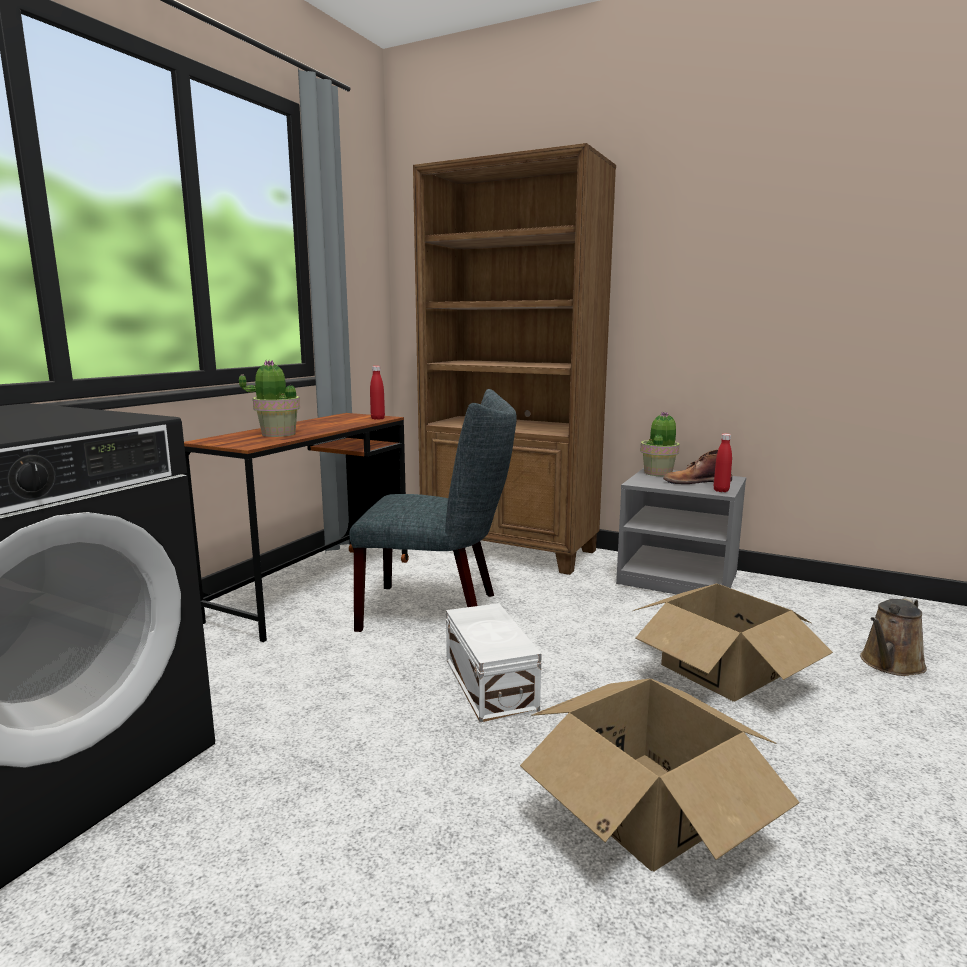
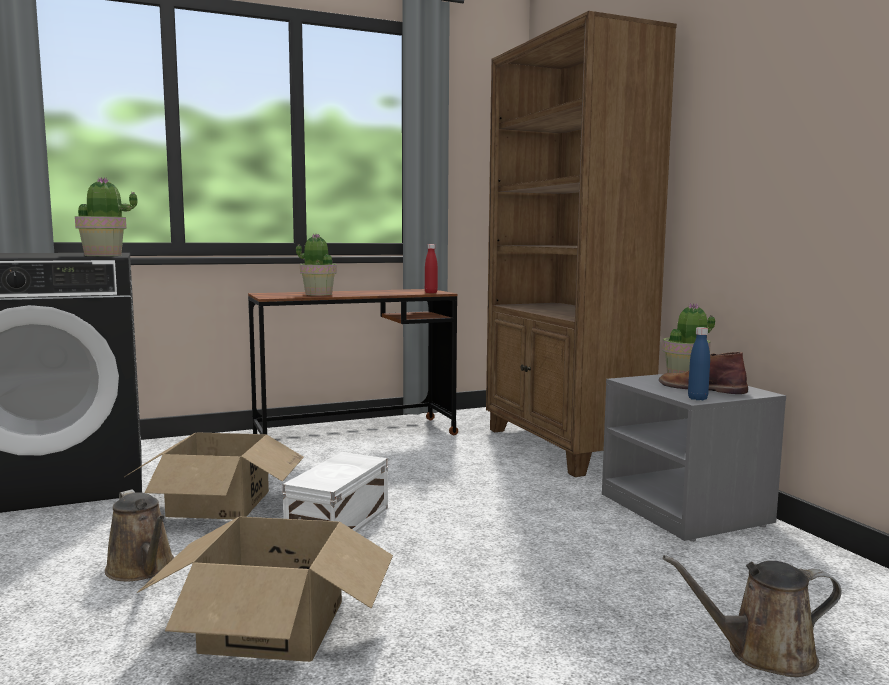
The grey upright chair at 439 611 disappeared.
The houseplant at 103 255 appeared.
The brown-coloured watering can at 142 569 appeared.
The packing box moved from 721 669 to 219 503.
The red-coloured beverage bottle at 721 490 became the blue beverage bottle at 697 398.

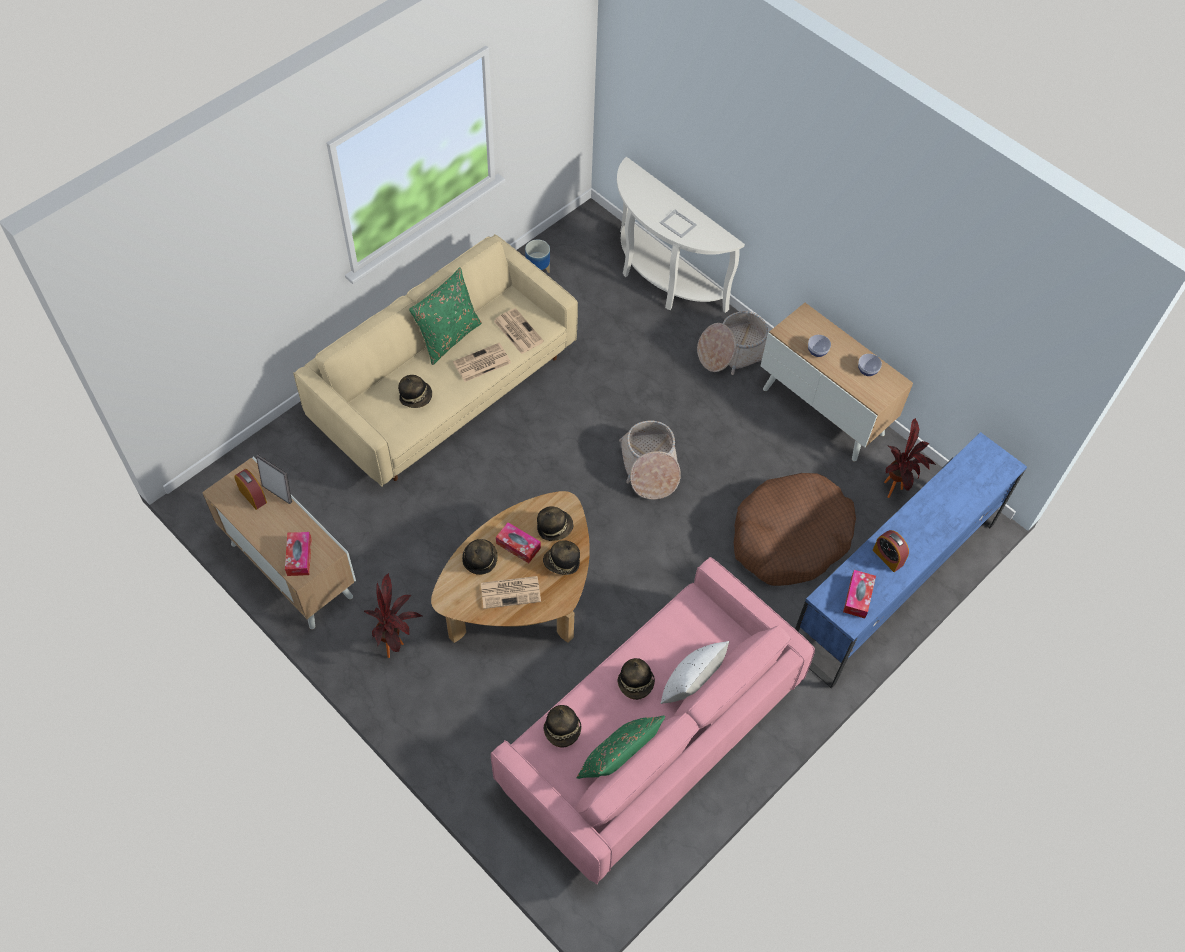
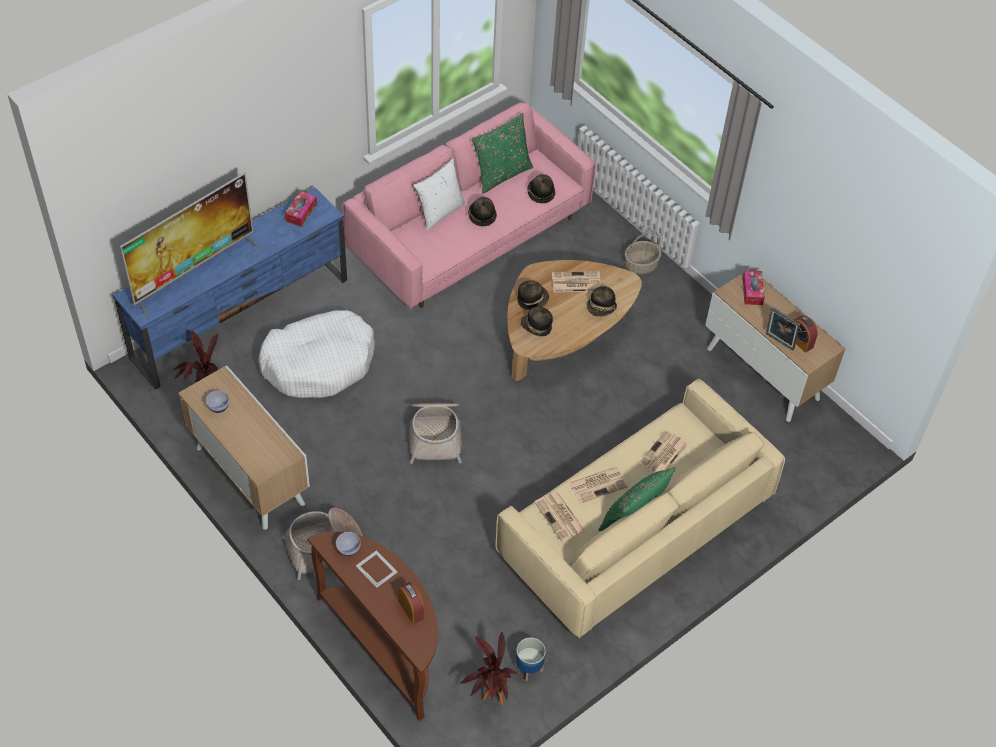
The box of tissues at 518 546 disappeared.
The television at 194 272 appeared.
The storage basket at 641 265 appeared.
The houseplant moved from 397 644 to 488 699.
The bowl moved from 817 351 to 348 549.
The bedside clock moved from 887 557 to 411 609.
The wearable hat at 416 397 was replaced by the newspaper at 662 455.
The whitish narrow table at 661 279 became the brown-coloured narrow table at 386 645.
The brown-coloured pet bed at 790 537 became the whitish pet bed at 319 363.

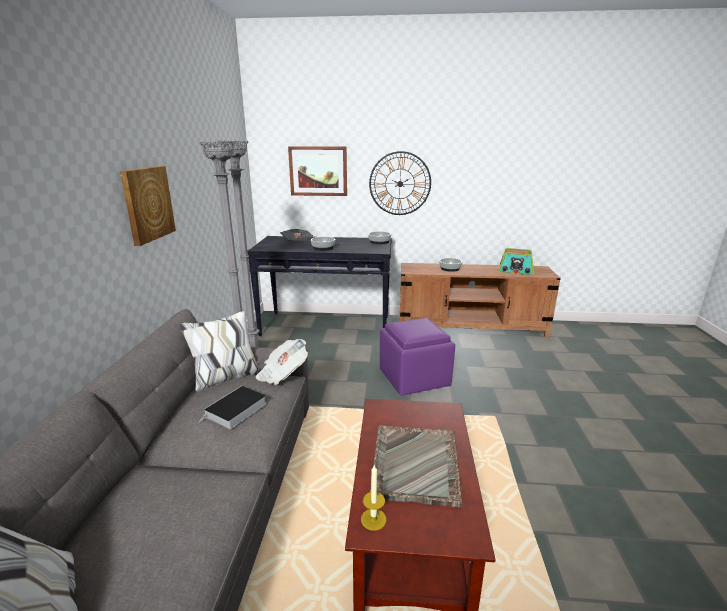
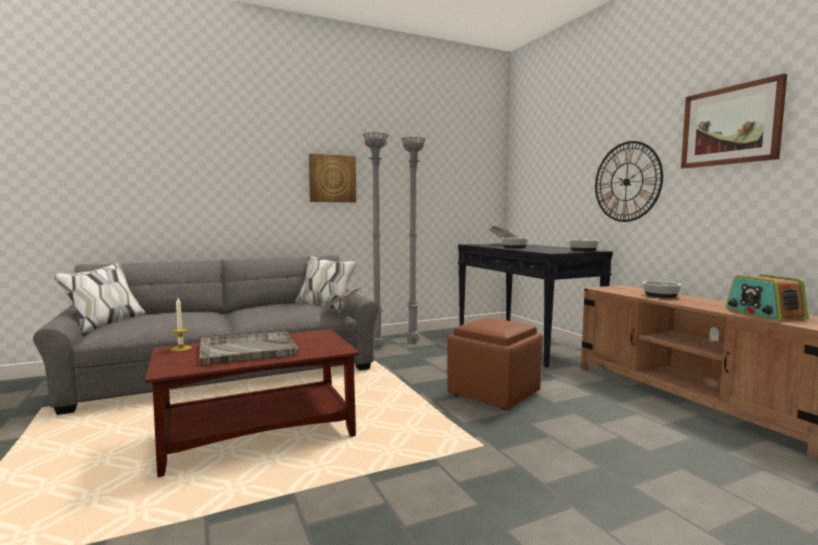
The bound book at 235 411 disappeared.
The wall art moved from 318 171 to 730 126.
The purple footrest at 414 378 became the brown-coloured footrest at 495 393.

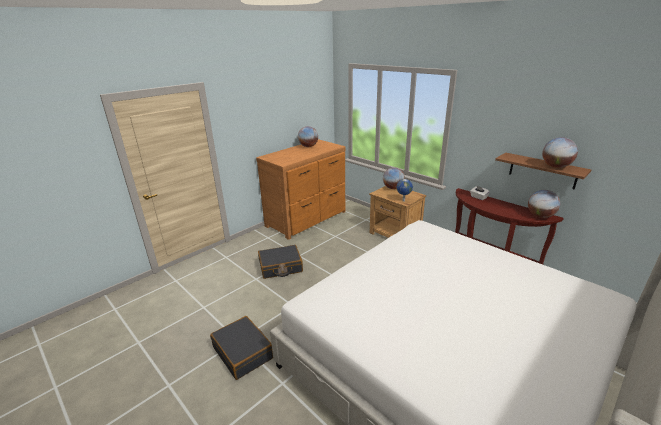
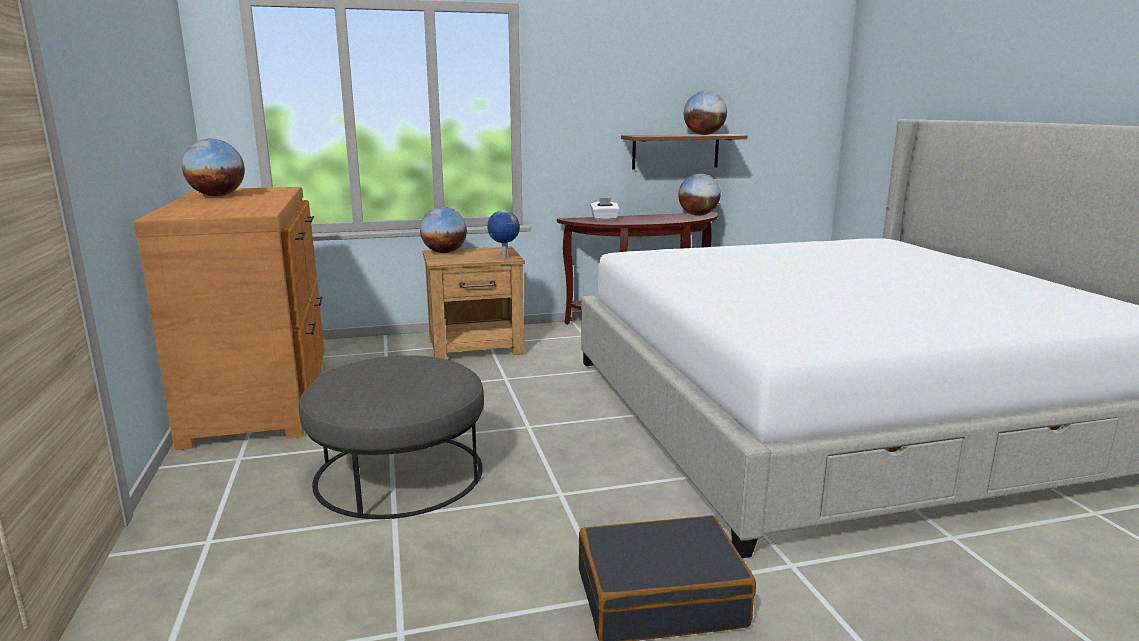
The black suitcase at 280 267 was replaced by the grey footrest at 399 473.

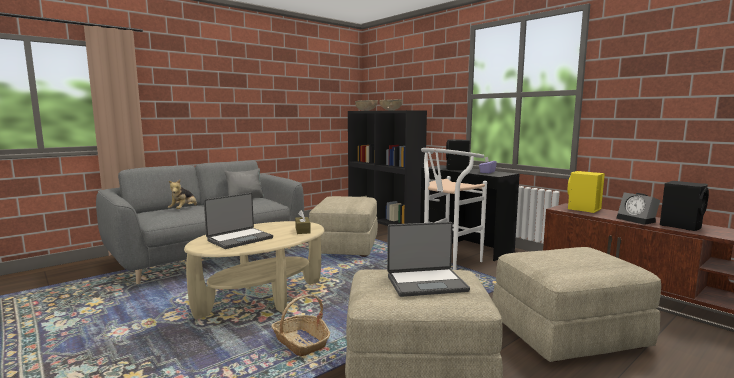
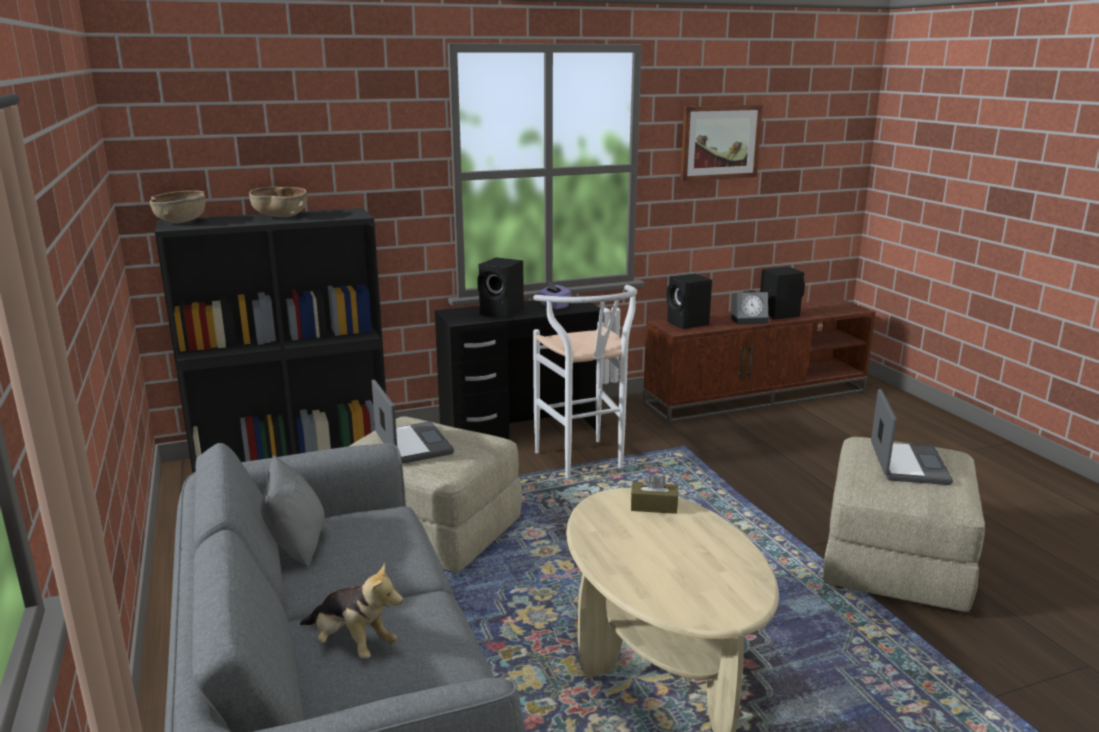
The storage basket at 301 342 disappeared.
The beige-coloured footrest at 568 332 disappeared.
The wall art at 720 142 appeared.
The laptop moved from 239 239 to 412 444.
The yellow-coloured loudspeaker at 583 209 became the black loudspeaker at 688 324.

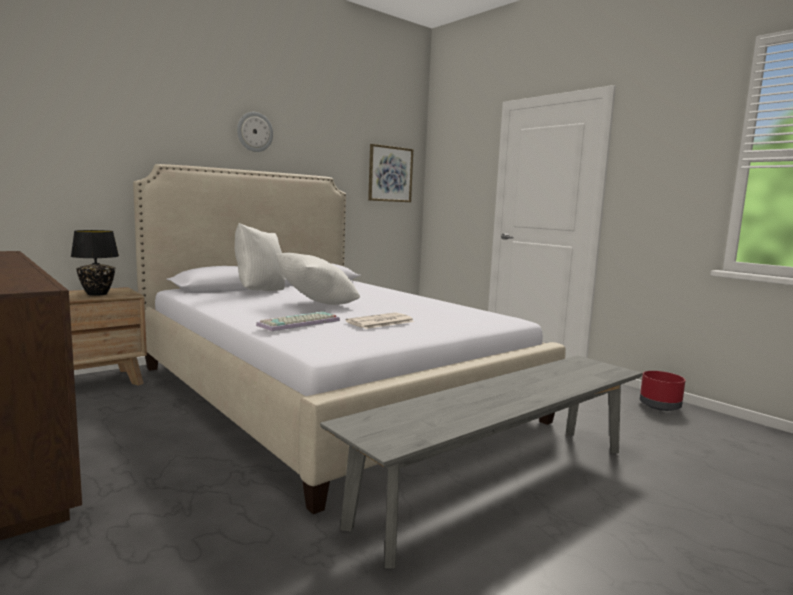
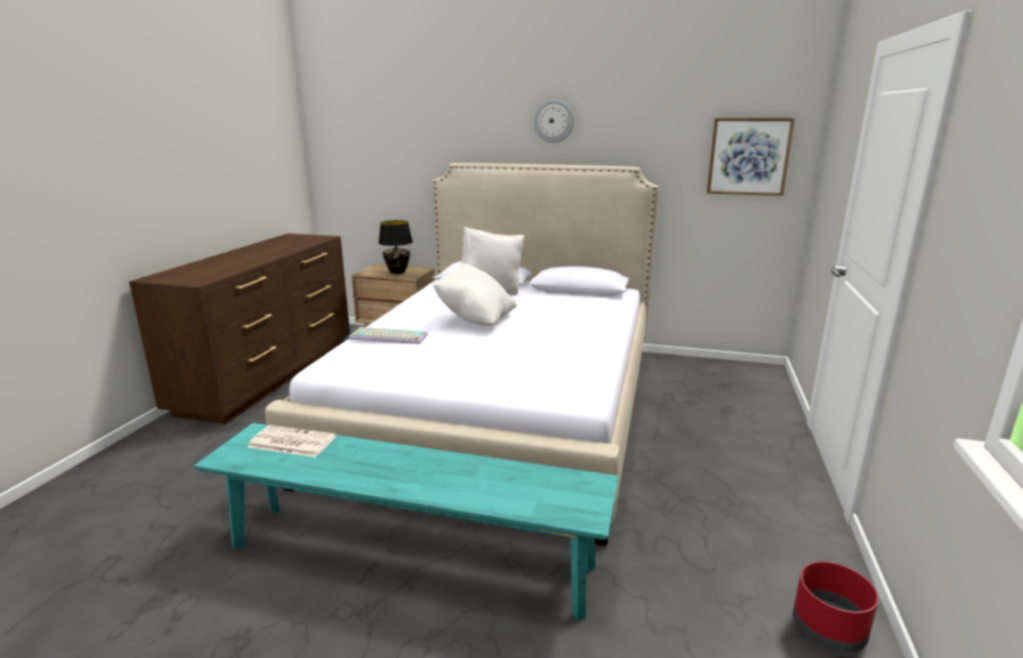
The newspaper moved from 380 322 to 291 442.
The grey indoor bench at 501 484 became the blue-green indoor bench at 409 556.

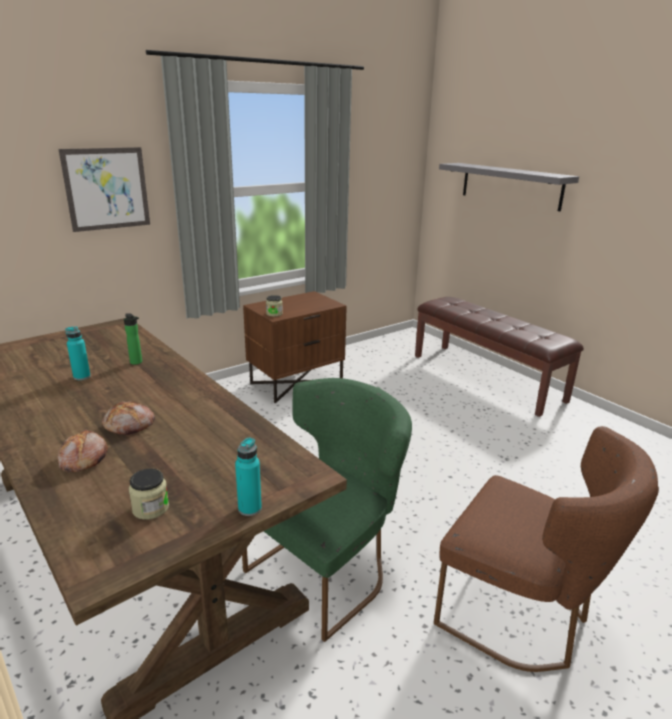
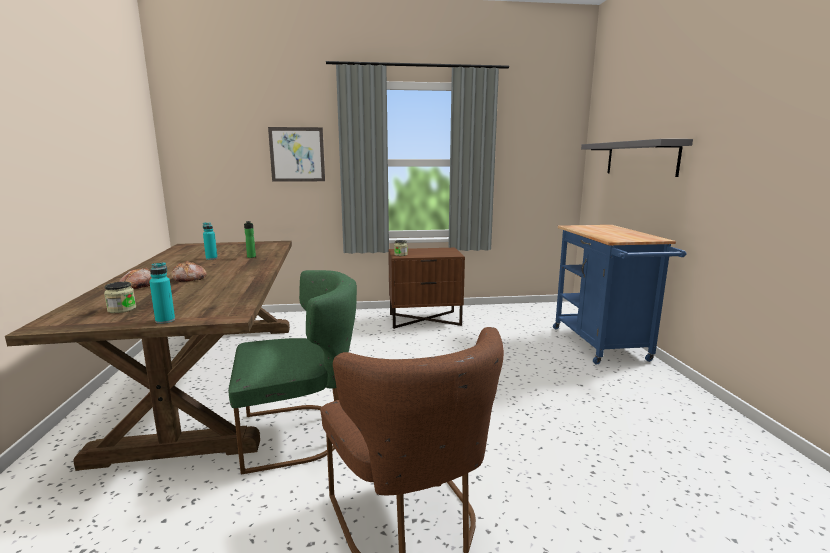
The brown-coloured indoor bench at 487 377 was replaced by the blue cart at 603 346.

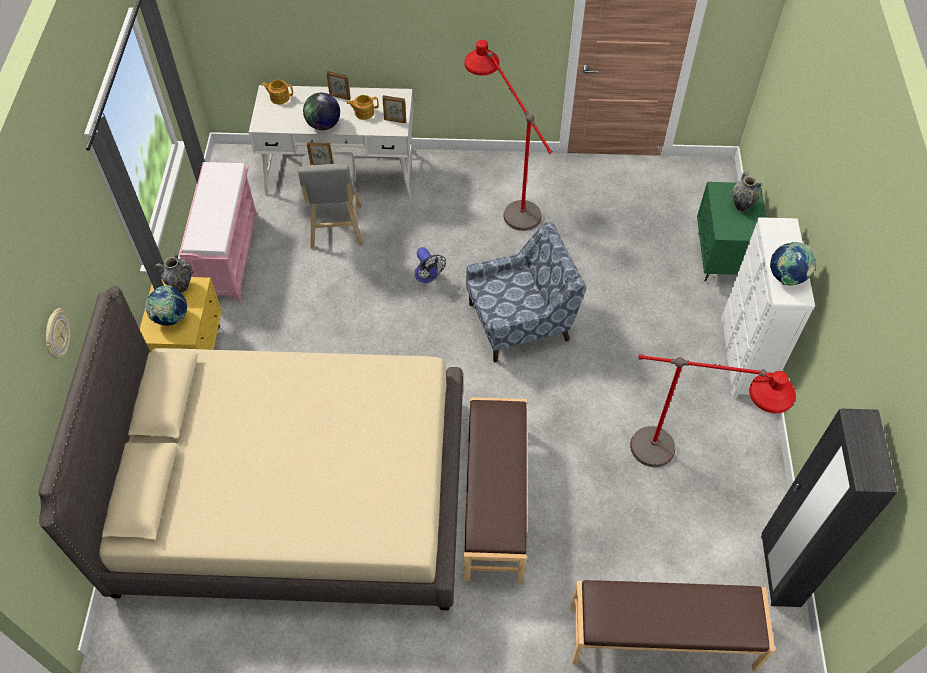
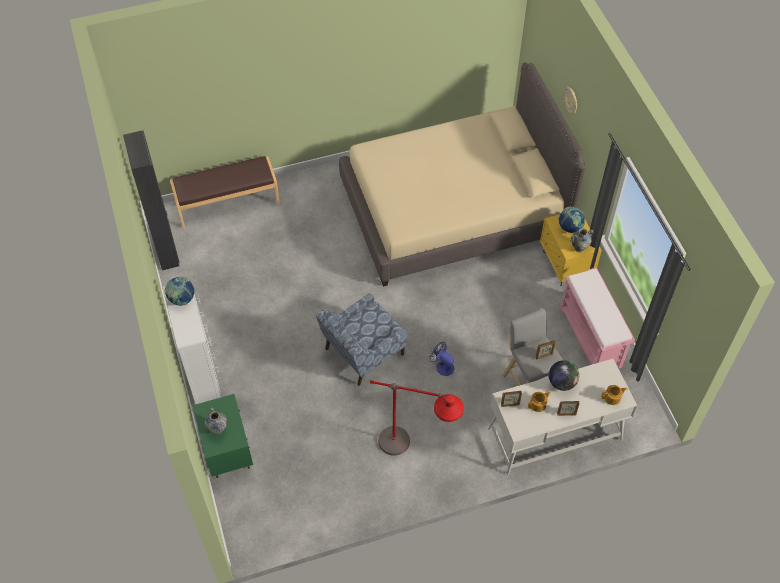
The brown-coloured indoor bench at 494 501 disappeared.
The red-coloured standing lamp at 681 462 disappeared.

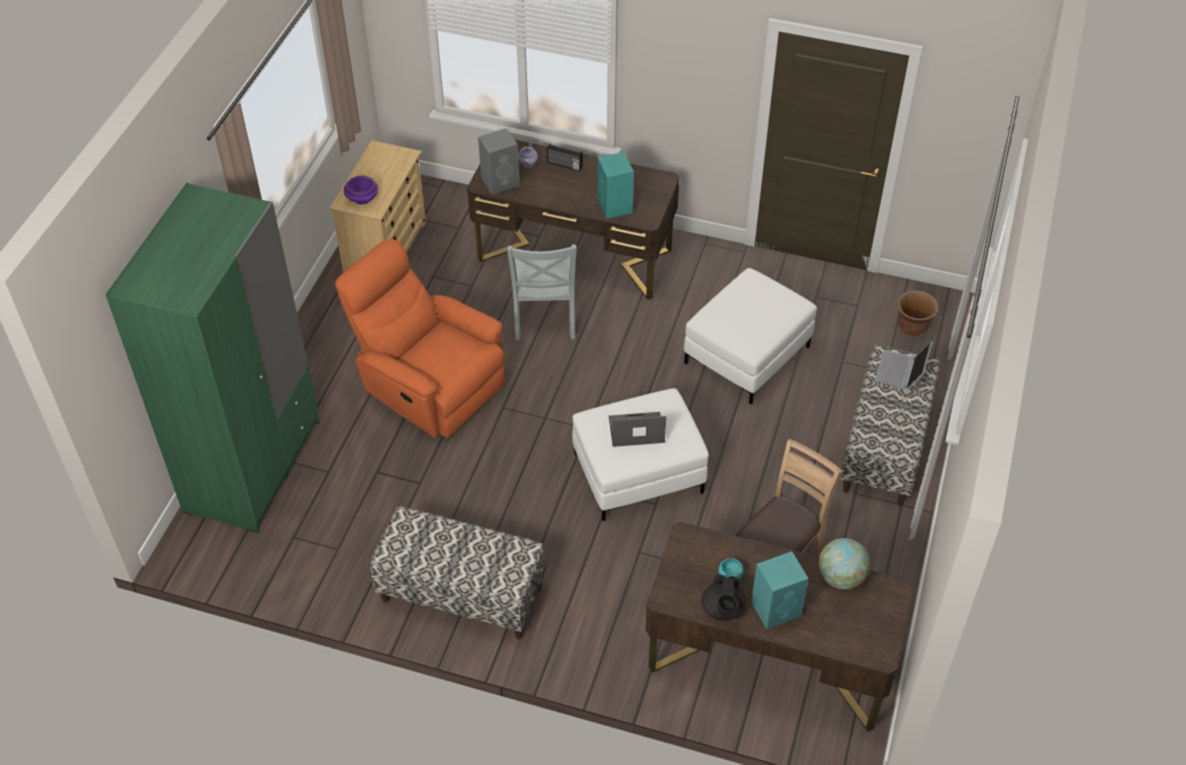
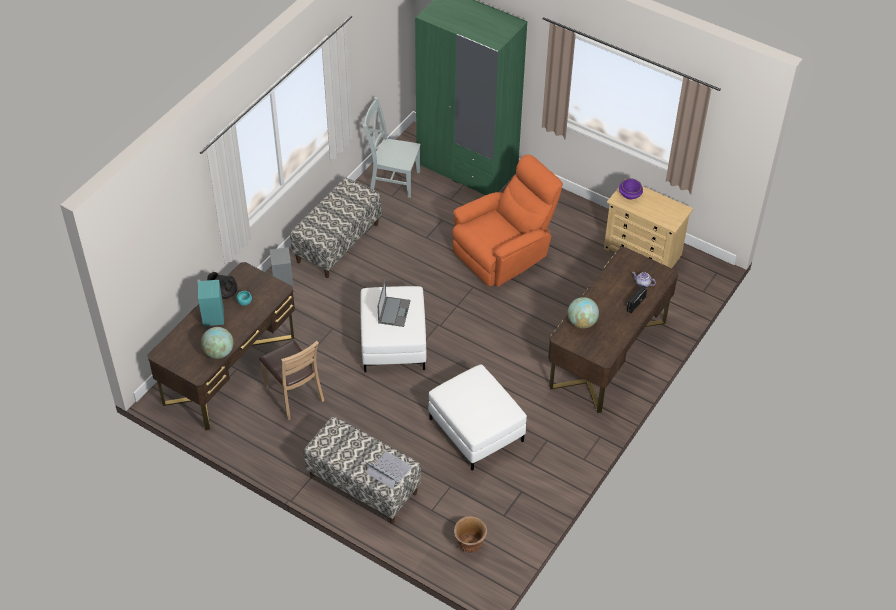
The grey loudspeaker moved from 501 181 to 283 282.
The grey upright chair moved from 544 319 to 392 180.
The blue-green loudspeaker at 615 206 was replaced by the globe at 582 322.

